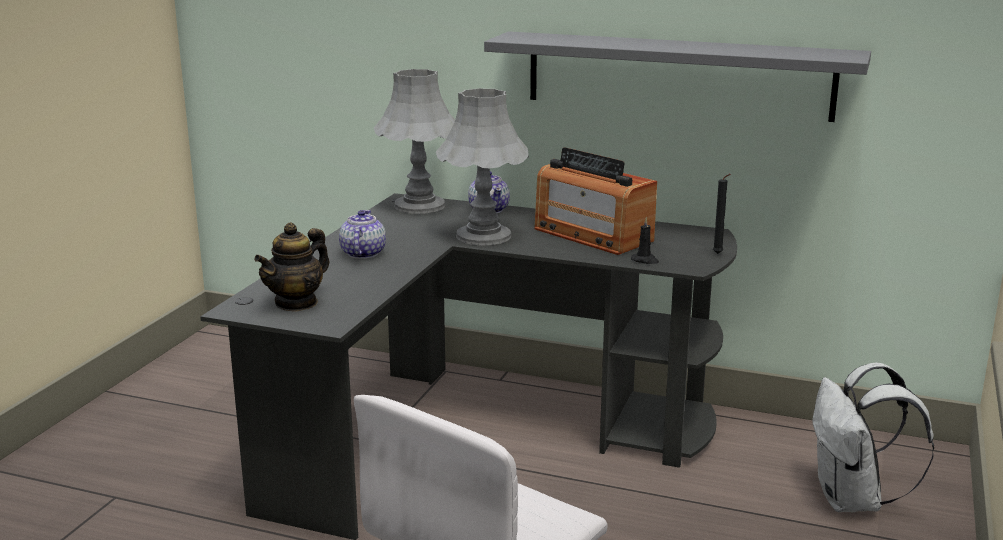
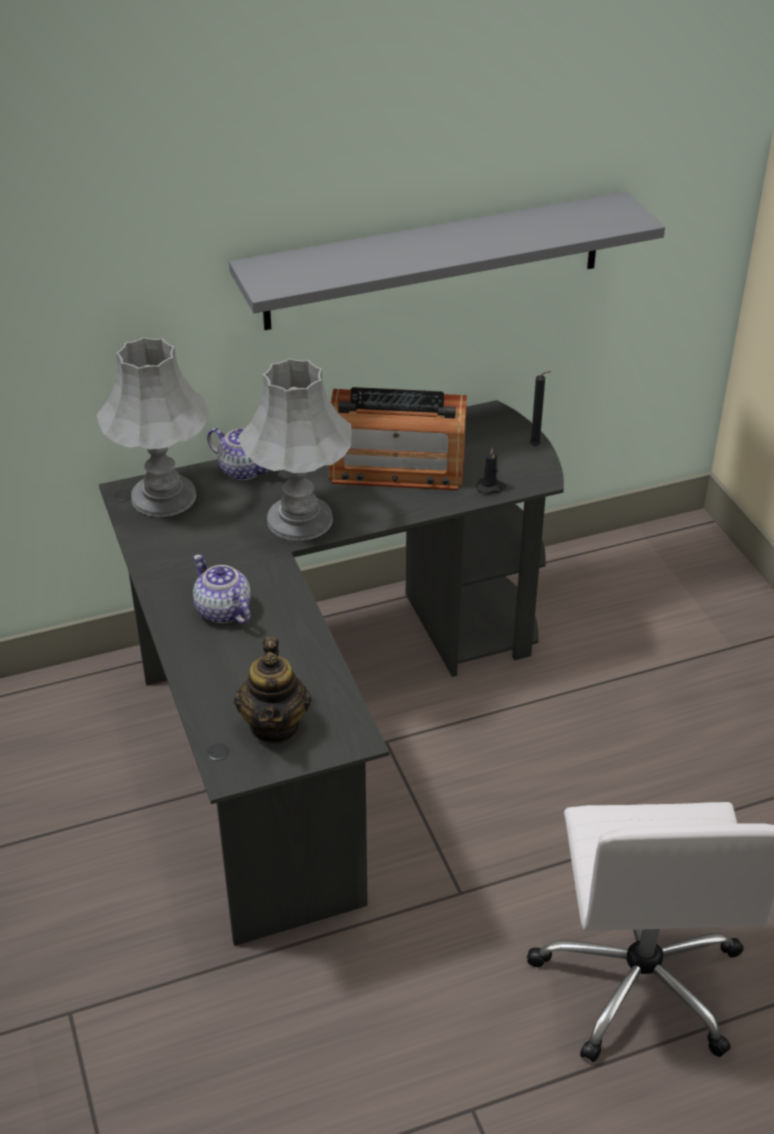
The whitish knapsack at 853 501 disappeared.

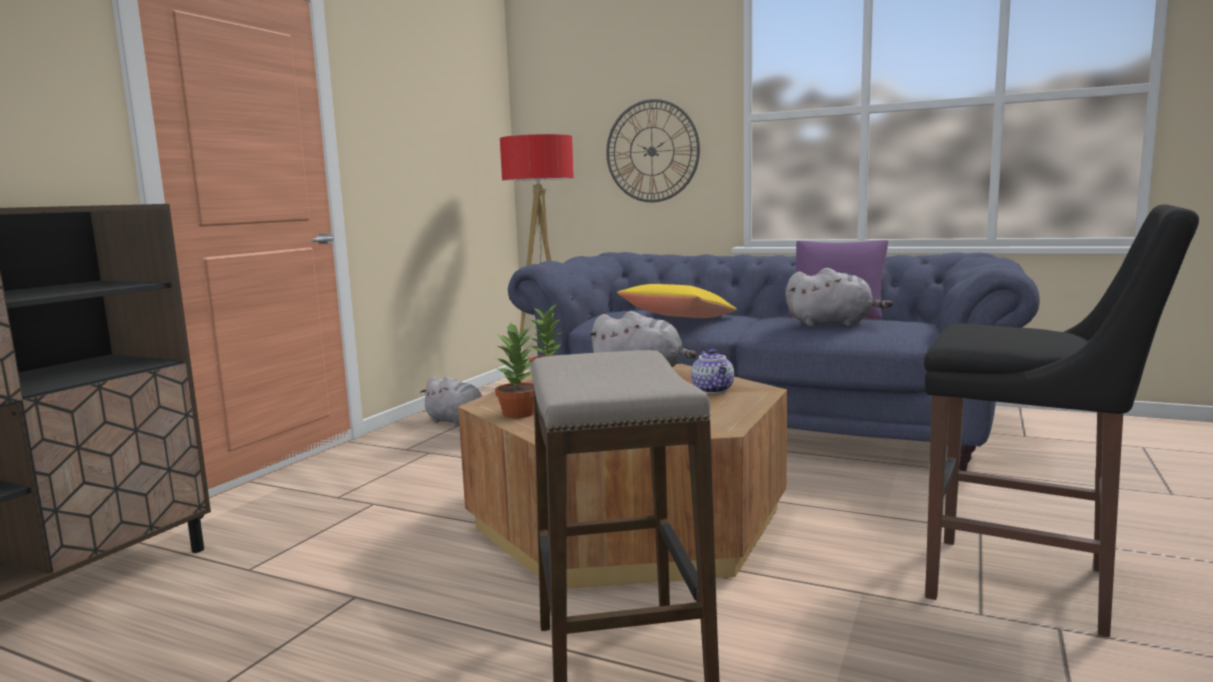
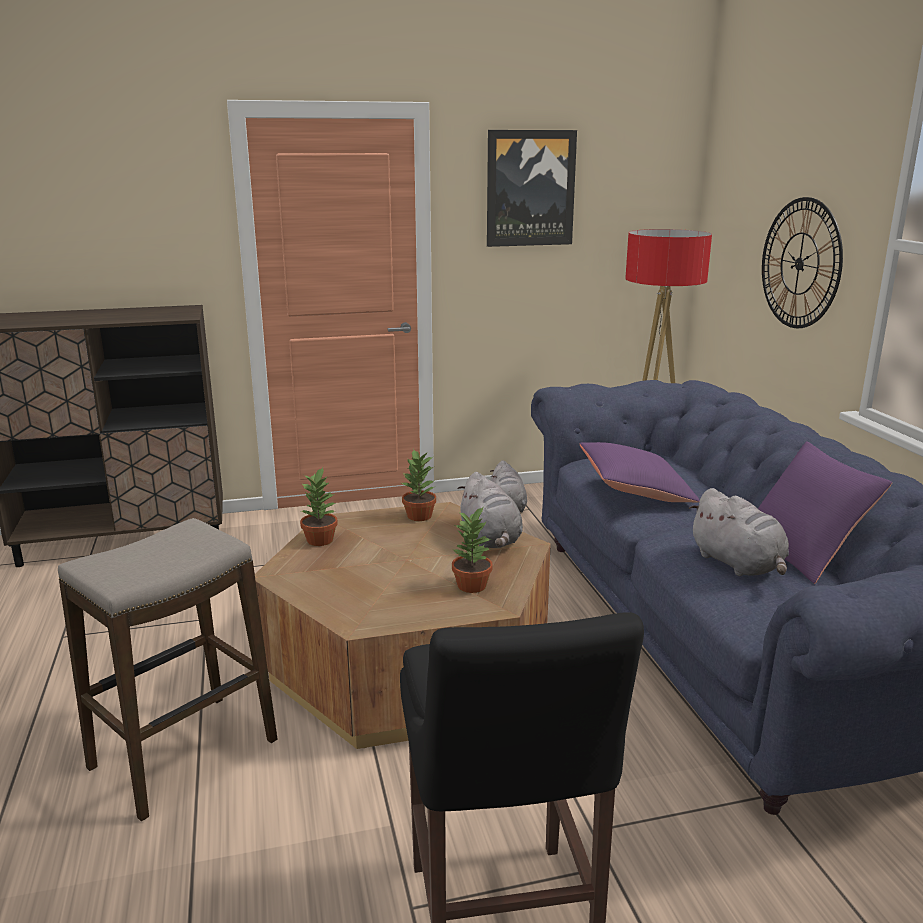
The wall art at 530 188 appeared.
The teapot at 713 390 was replaced by the houseplant at 472 586.
The yellow-coloured throw pillow at 678 319 became the purple throw pillow at 635 490.

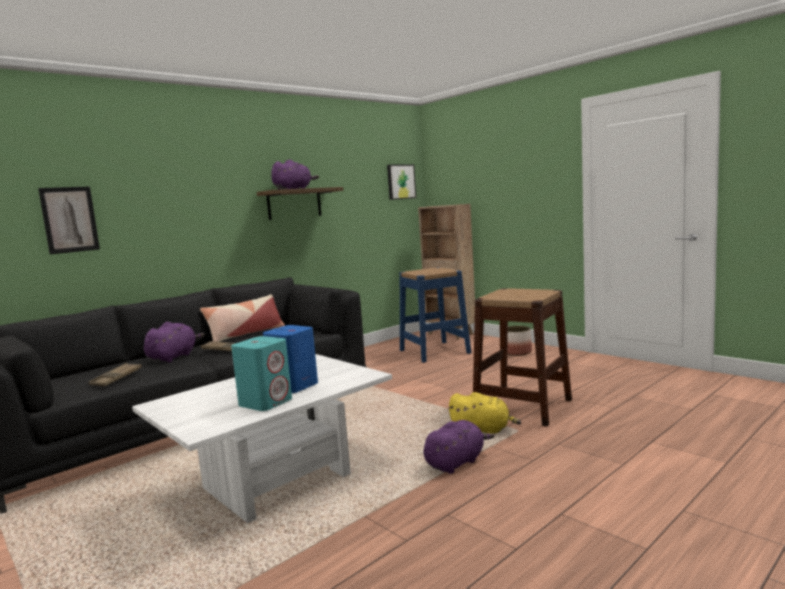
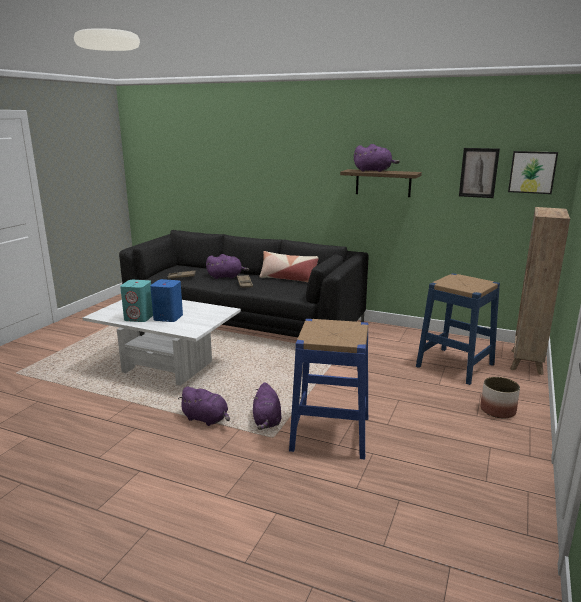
The wall art moved from 69 219 to 478 173.
The yellow-coloured cuddly toy at 482 430 became the purple cuddly toy at 267 421.
The brown-coloured stool at 523 406 became the blue stool at 330 433.

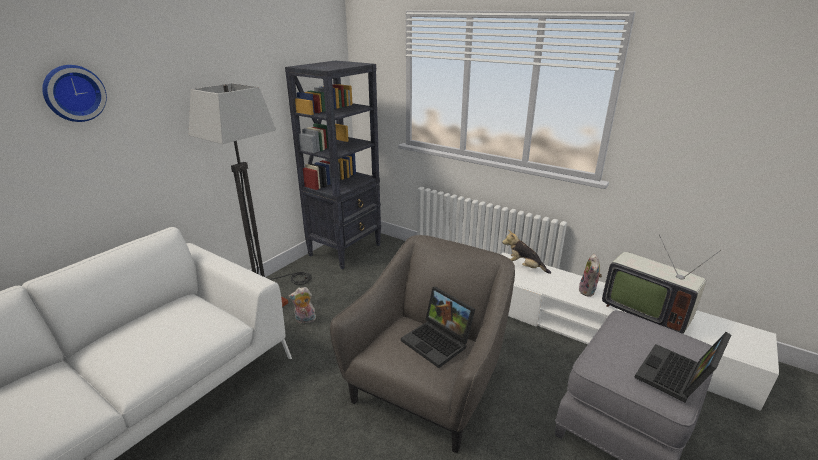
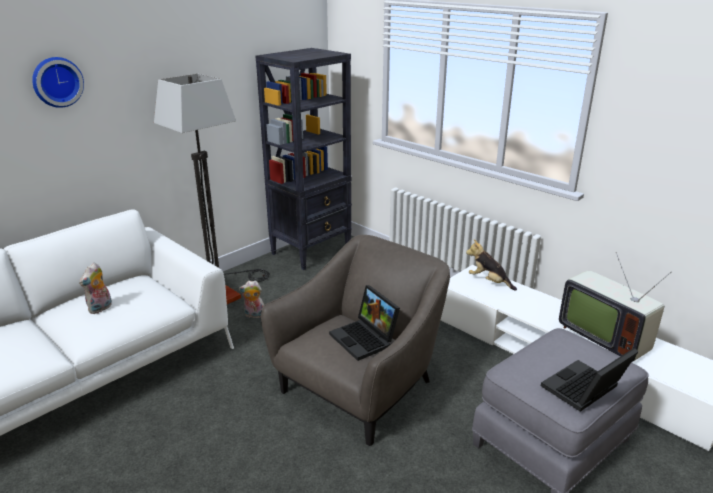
The cuddly toy moved from 588 291 to 100 308.

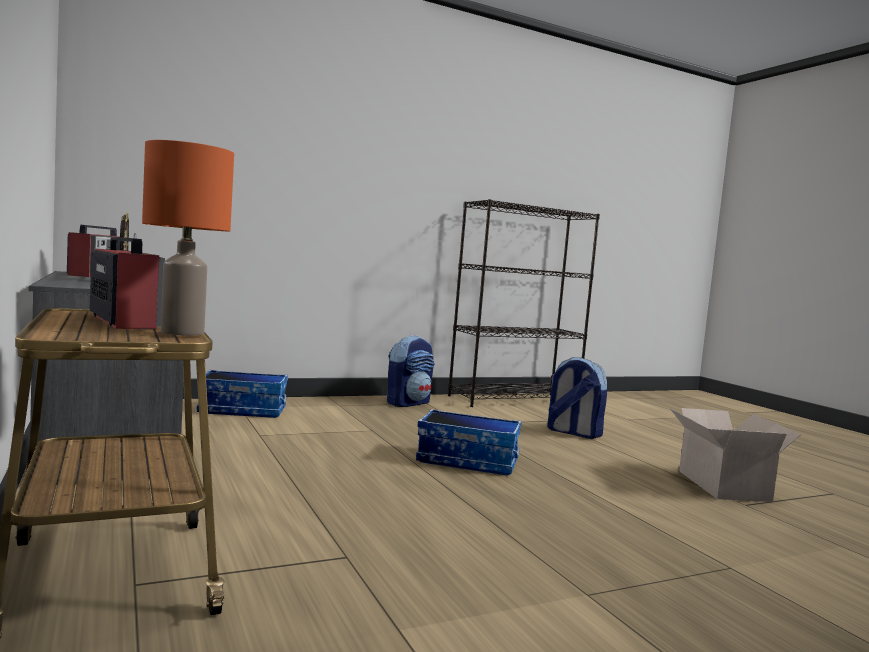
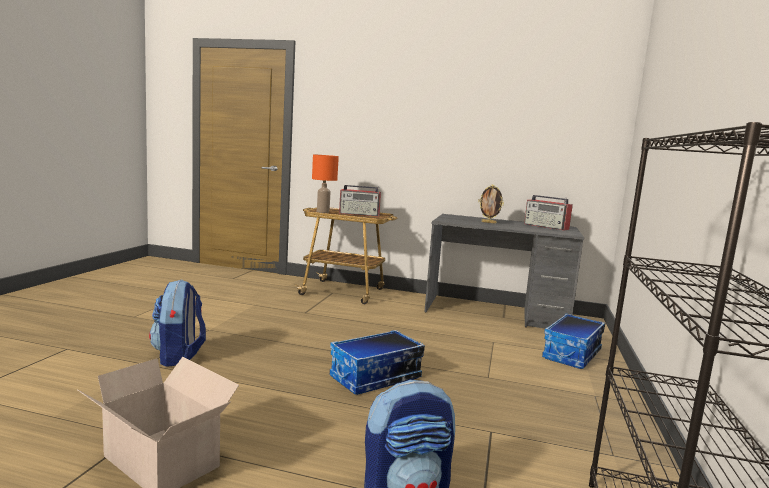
The knapsack moved from 408 403 to 179 356.

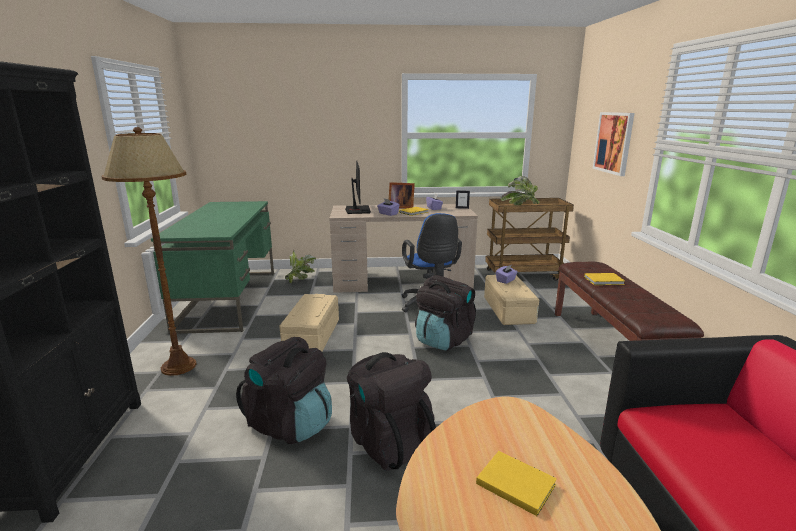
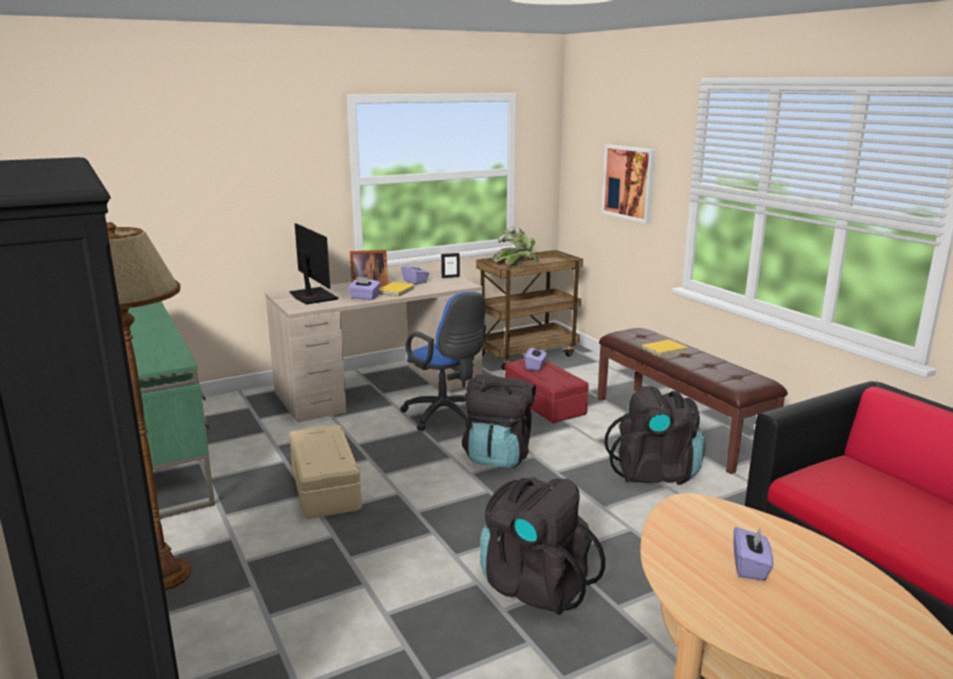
The houseplant at 301 280 disappeared.
The black knapsack moved from 290 424 to 655 473.
The yellow-coloured bound book at 514 482 was replaced by the purple box of tissues at 750 567.
The beige-coloured storage container at 509 310 became the red-coloured storage container at 545 403.

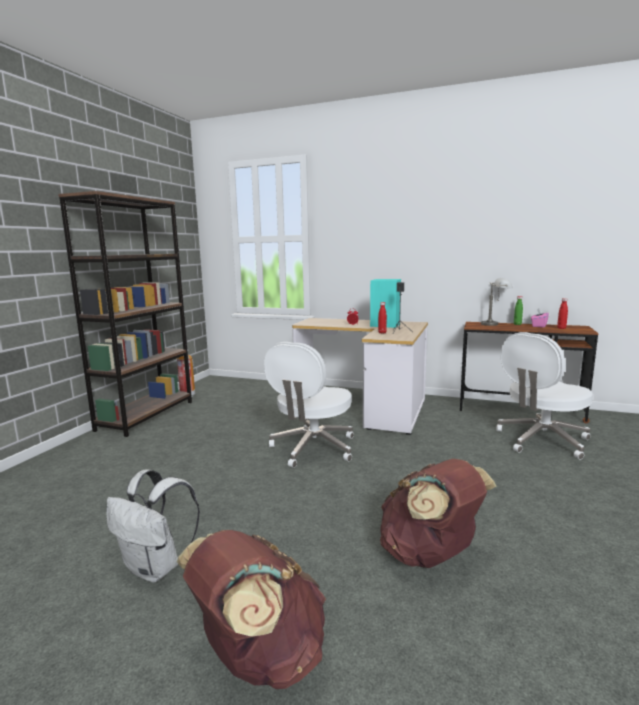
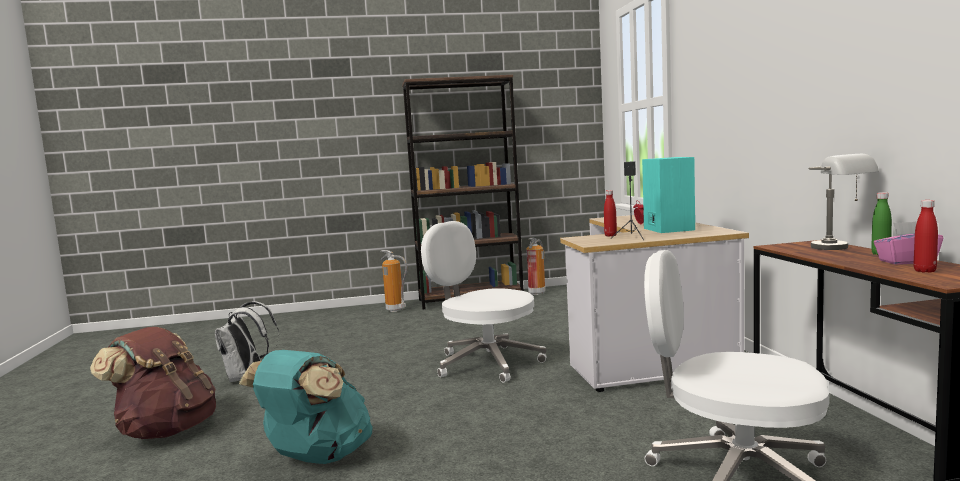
The fire-fighting cylinder at 396 310 appeared.
The brown-coloured knapsack at 430 555 became the blue-green knapsack at 316 457.
The whitish computer chair at 312 448 turned 45 degrees clockwise.

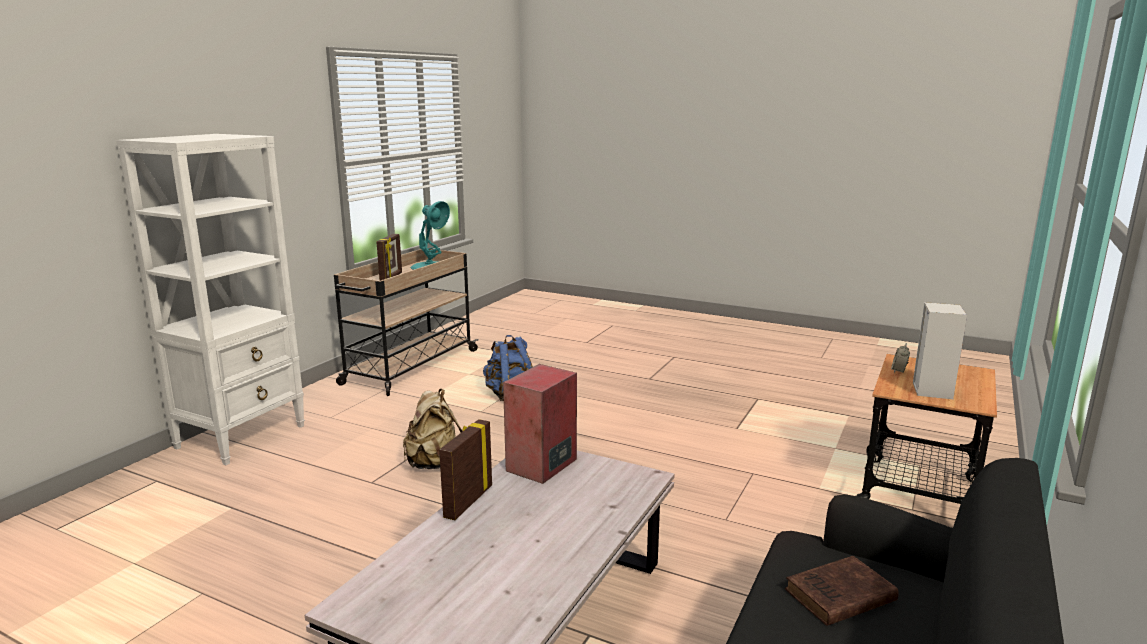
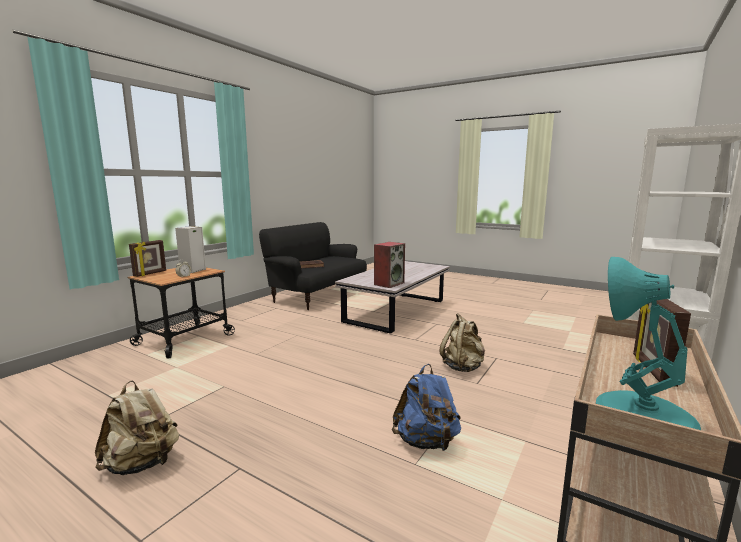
The beige-coloured knapsack at 142 464 appeared.
The picture frame moved from 467 501 to 150 274.

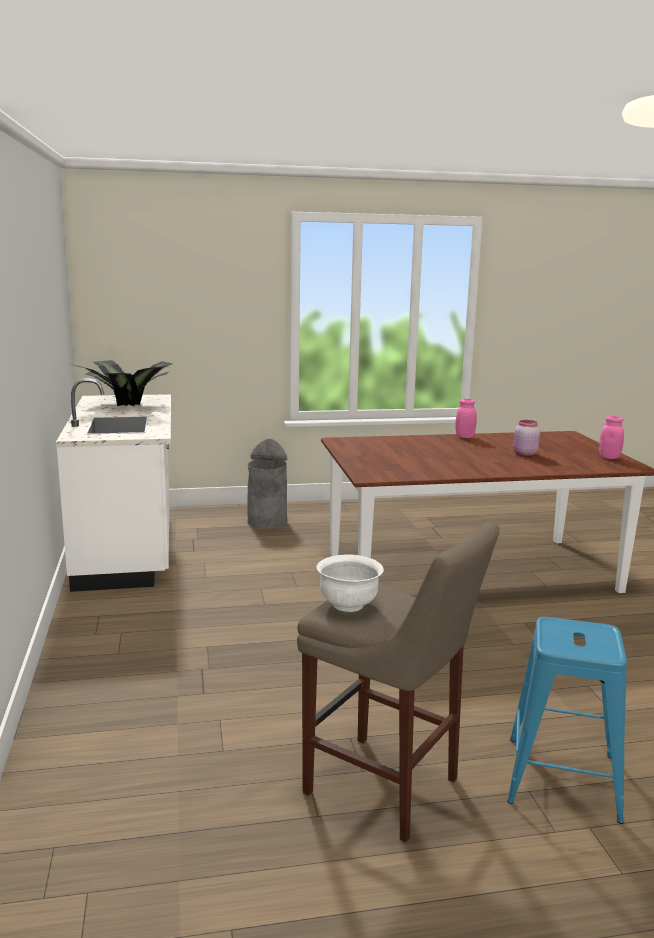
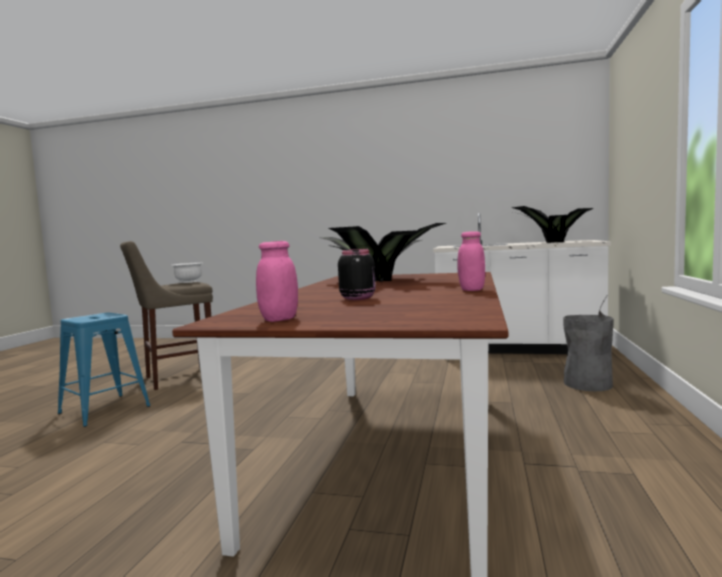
The houseplant at 381 281 appeared.
The pink-coloured jar at 524 454 became the black jar at 358 298.

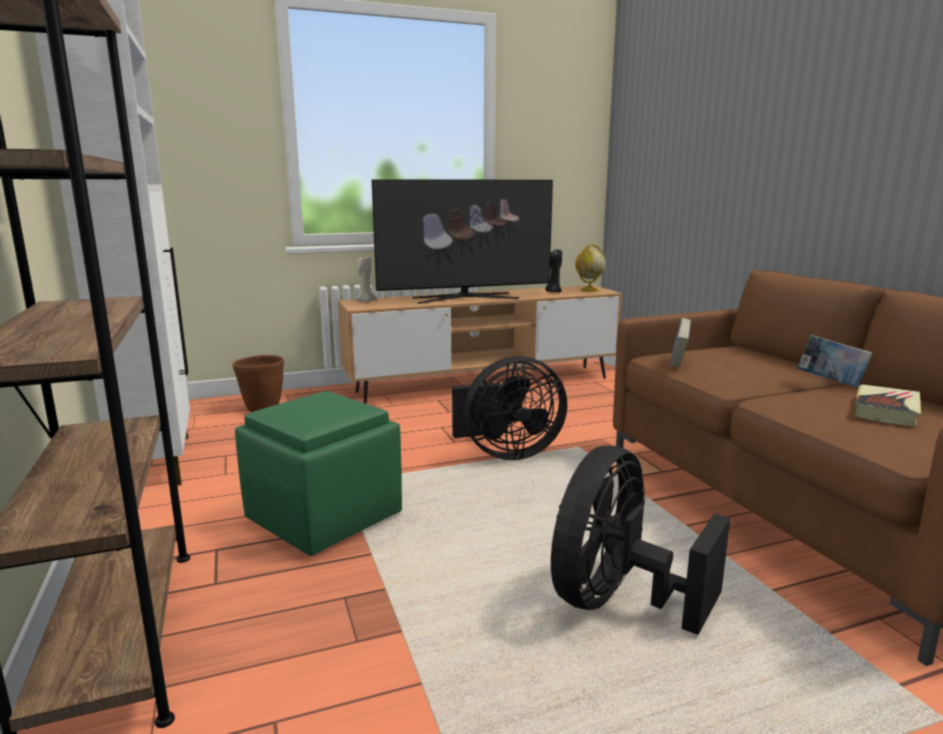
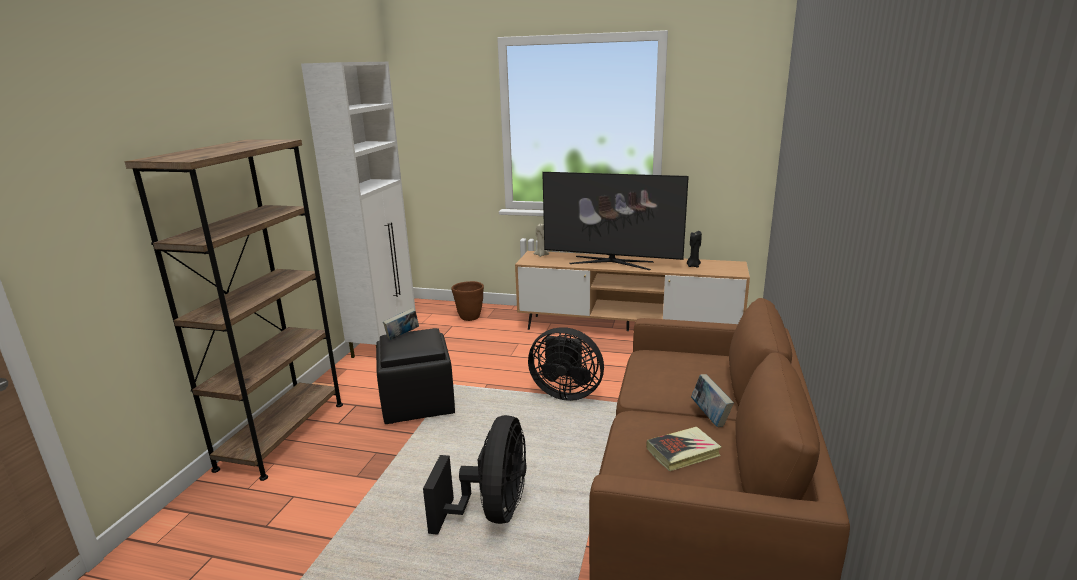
The globe at 589 290 disappeared.
The bound book moved from 678 361 to 402 336.
The green footrest at 324 516 became the black footrest at 418 403.
The black fan at 618 601 turned 120 degrees clockwise.

